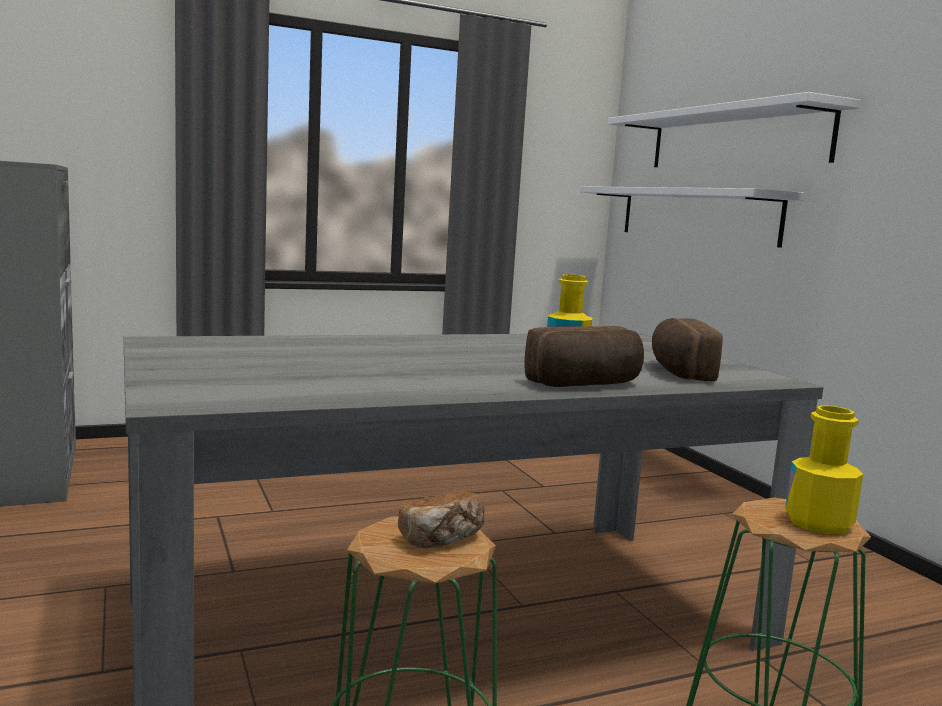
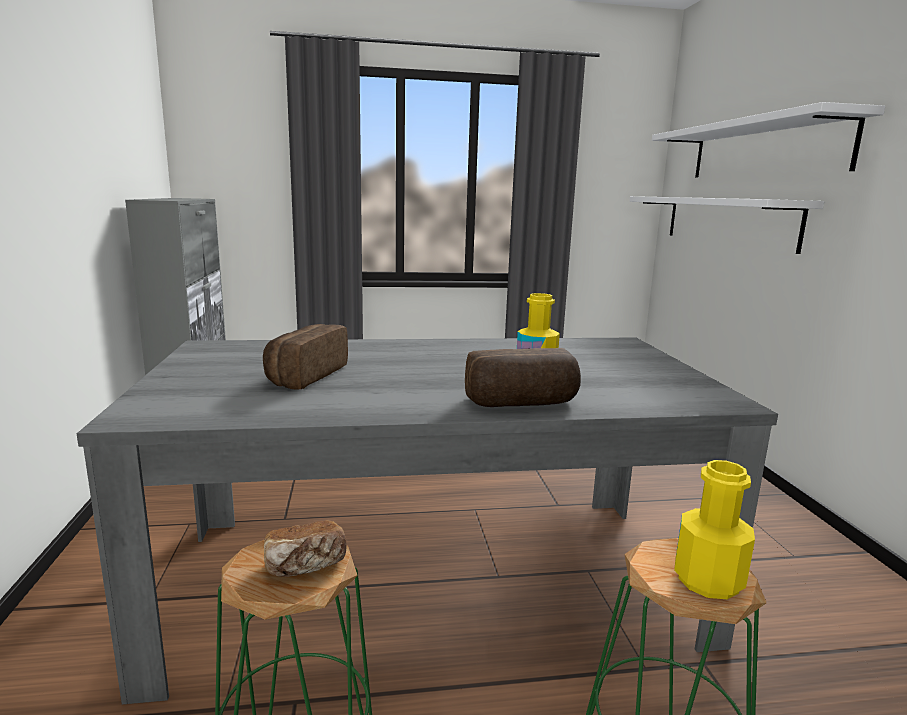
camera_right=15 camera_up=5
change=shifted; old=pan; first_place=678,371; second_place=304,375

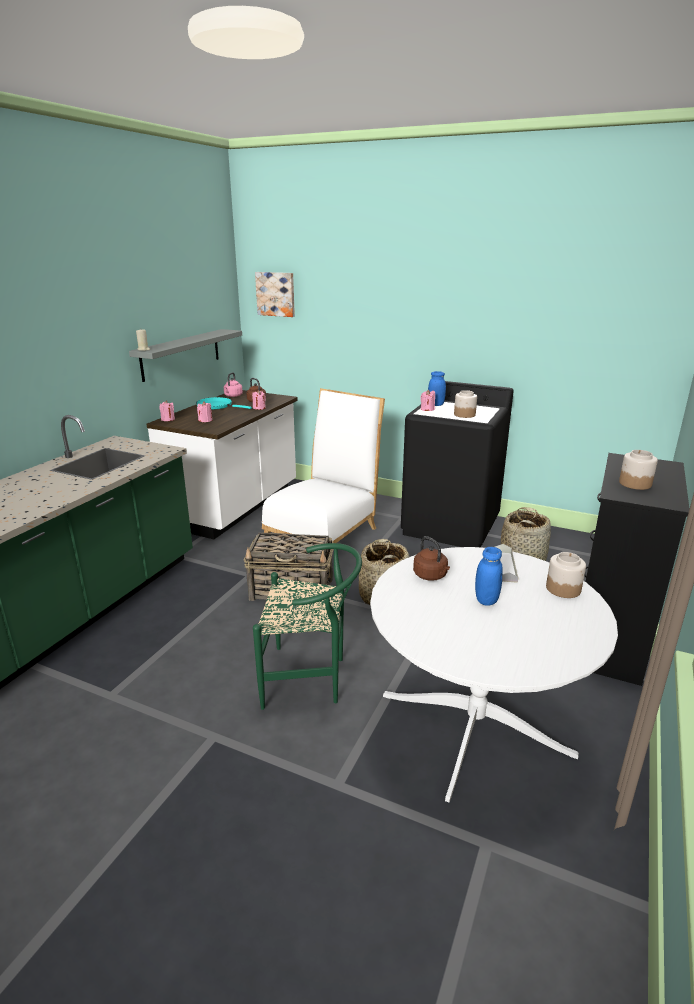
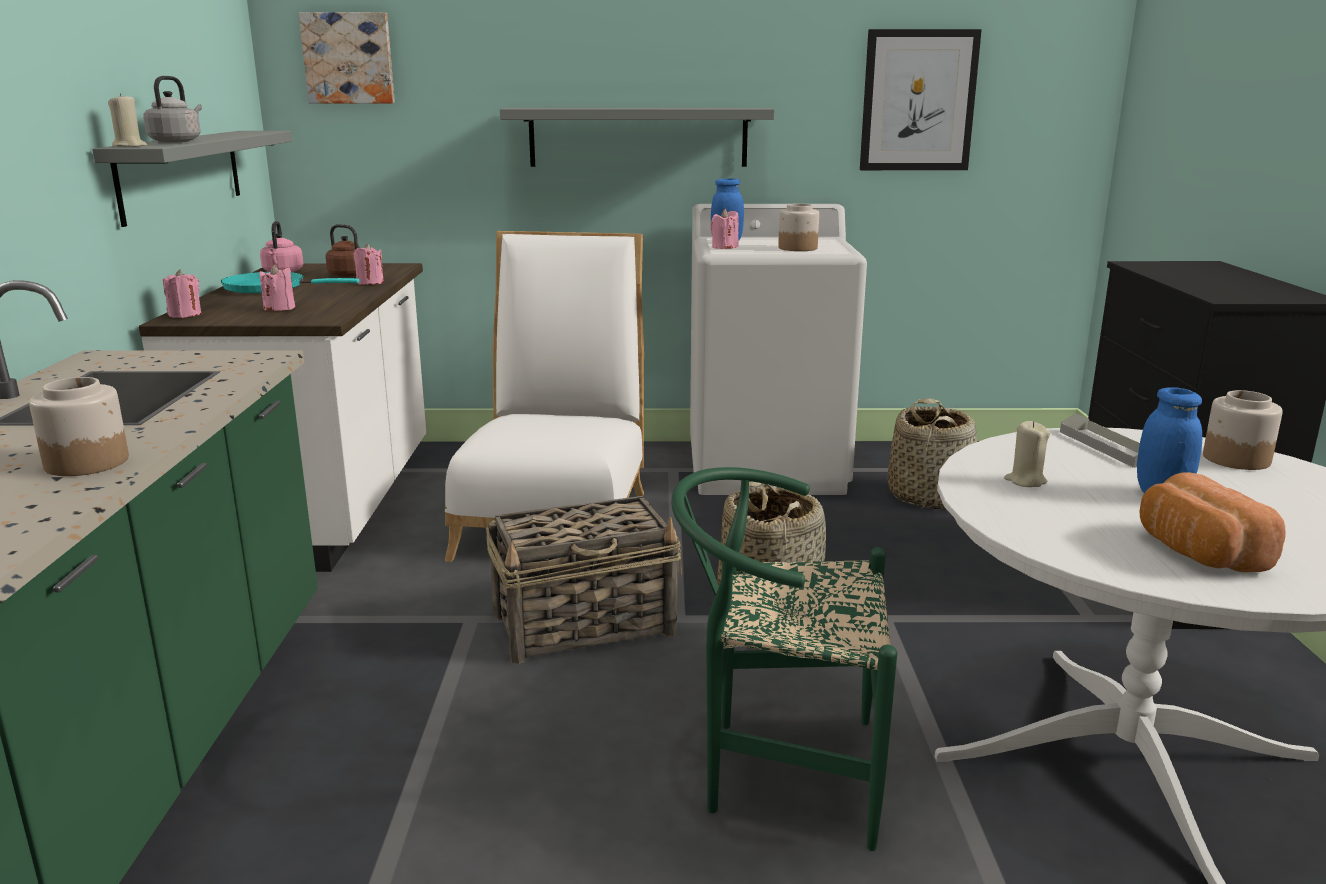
camera_right=-25 camera_up=-5
change=rotated; old=silla/verde; first_place=311,678; second_place=777,770; degrees=-150
change=repainted; old=lavadora/negro; new=lavadora/blanco; first_place=451,526; second_place=767,467
change=swapped; old=hervidor/marrón; new=vela/beis; first_place=431,576; second_place=1025,481
change=shifted; old=tarro; first_place=635,483; second_place=87,462
change=new; new=hervidor/gris; second_place=177,141
change=new; new=estante/gris; second_place=638,137
change=new; new=cuadro; second_place=918,101
change=new; new=pan; second_place=1196,552

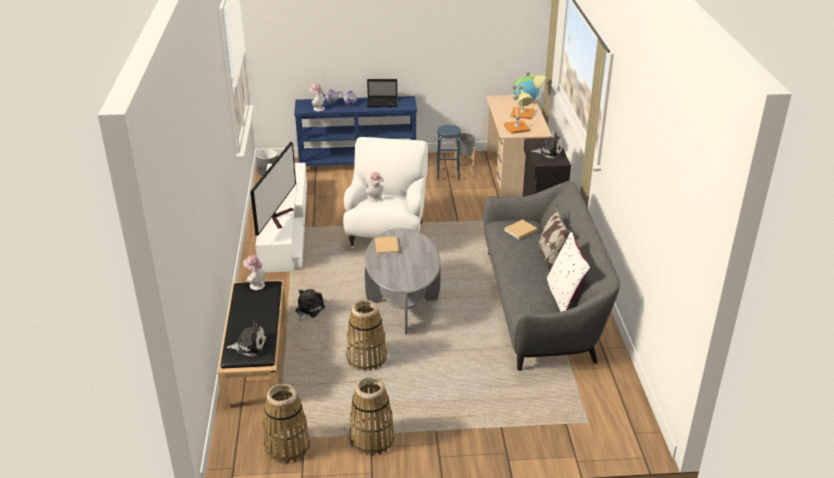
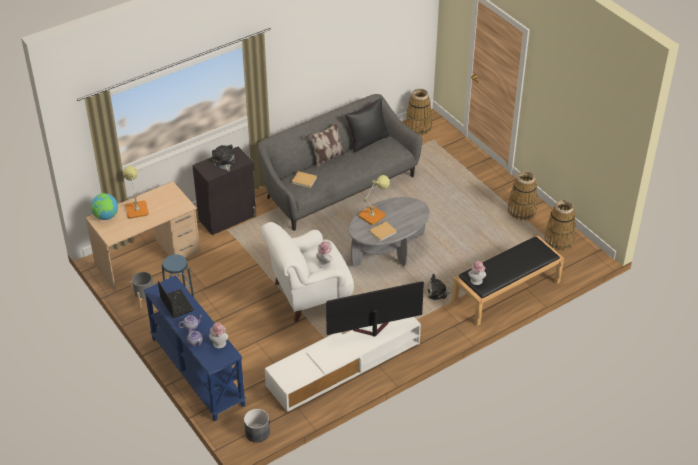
camera_right=-120 camera_up=10
change=gone; old=peluche; first_place=249,346
change=shifted; old=cesta; first_place=366,358; second_place=418,127
change=shifted; old=lámpara de mesa; first_place=518,129; second_place=374,214
change=repainted; old=cojín/blanco; new=cojín/negro; first_place=564,296; second_place=367,141

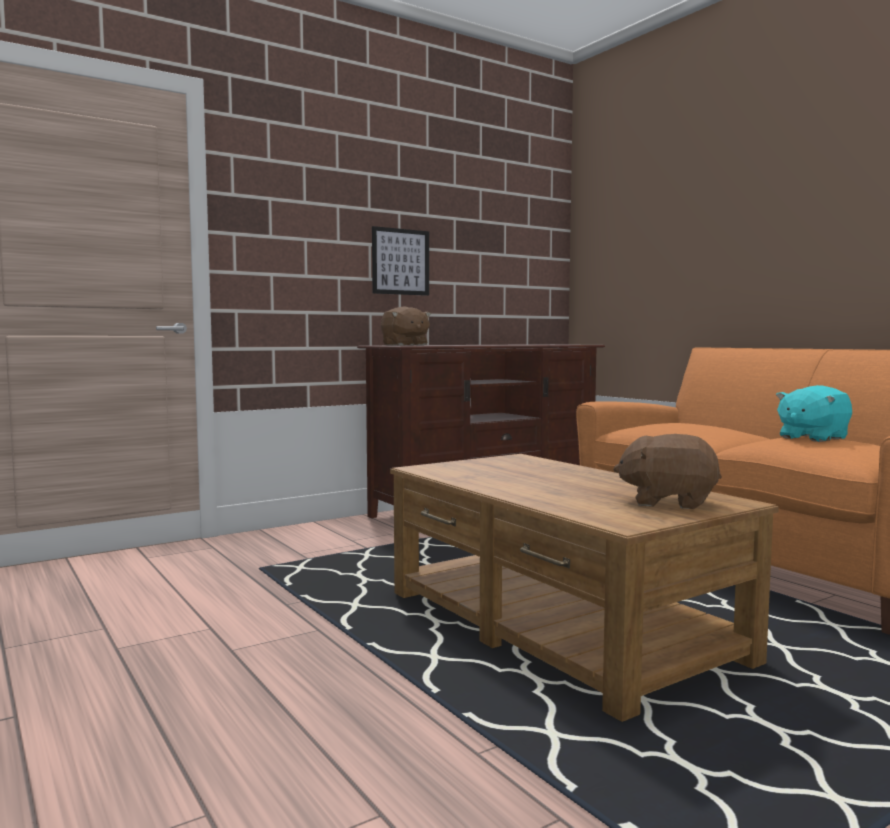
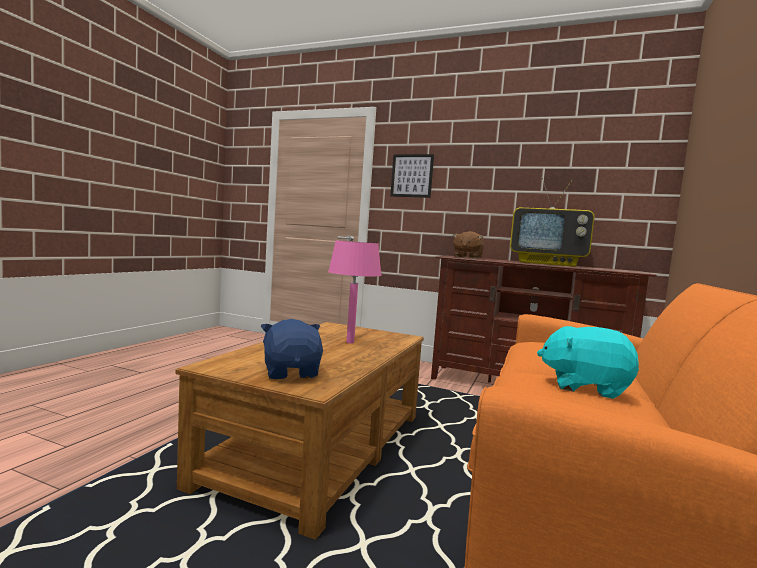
camera_right=55 camera_up=0
change=shifted; old=cuadro; first_place=400,262; second_place=412,176
change=repainted; old=peluche/marrón; new=peluche/azul; first_place=668,502; second_place=292,372
change=new; new=lámpara de mesa/rosa; second_place=350,342
change=new; new=televisor; second_place=547,264

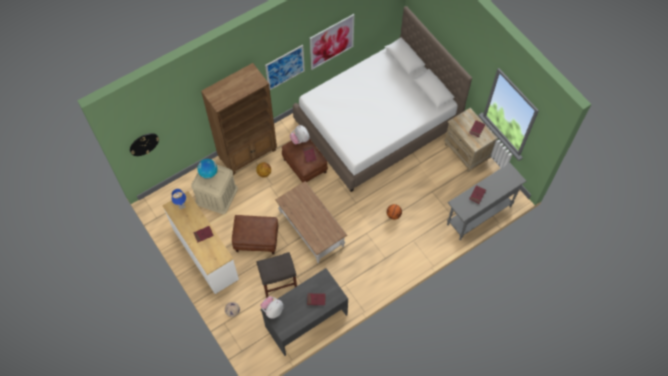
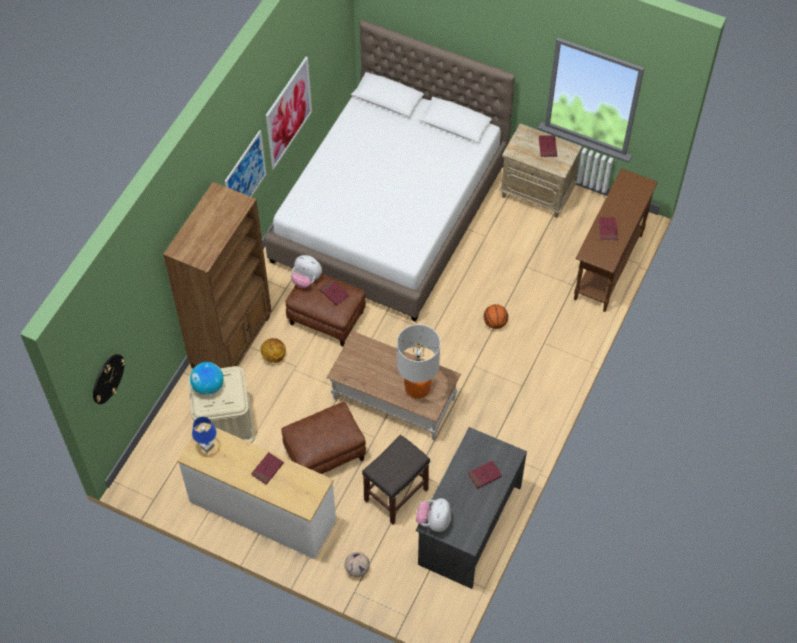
camera_right=-30 camera_up=-5
change=repainted; old=mesa consola/gris; new=mesa consola/marrón; first_place=478,215; second_place=607,267
change=new; new=lámpara de mesa; second_place=417,388

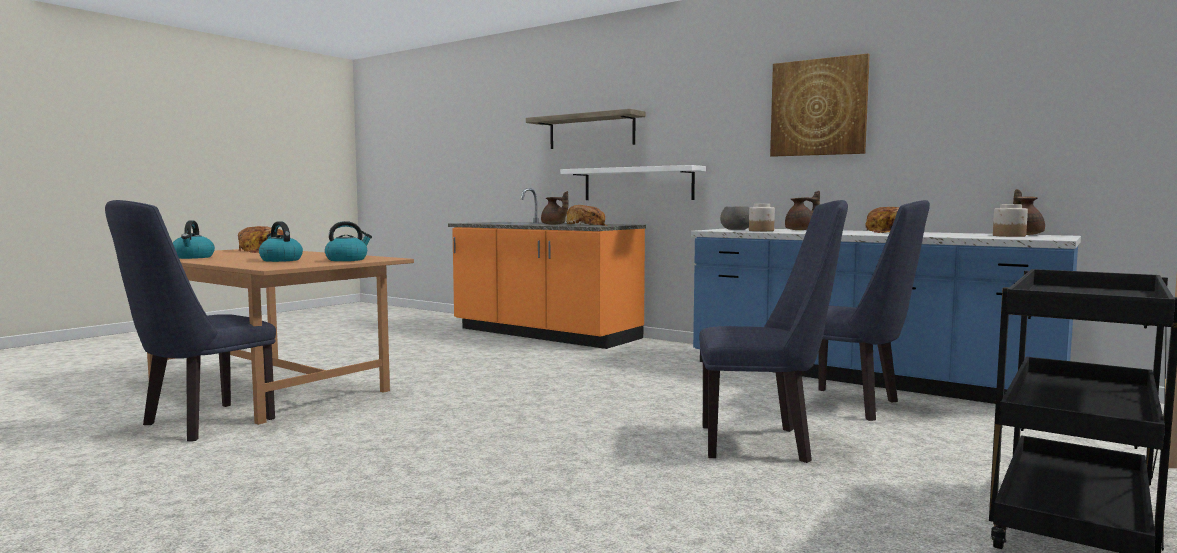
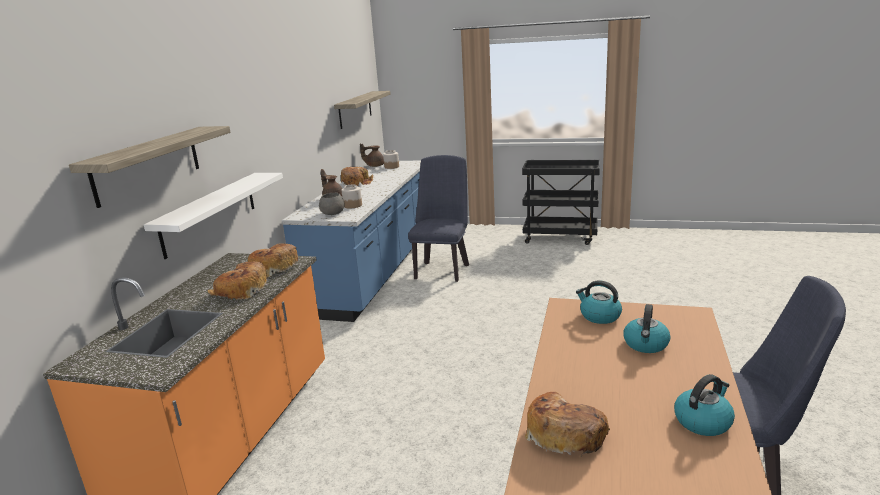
camera_right=-110 camera_up=15
change=swapped; old=tetera/marrón; new=pan; first_place=554,224; second_place=241,290
change=gone; old=silla/azul; first_place=765,443
change=gone; old=cuadro; first_place=818,107
change=new; new=estante; second_place=355,109

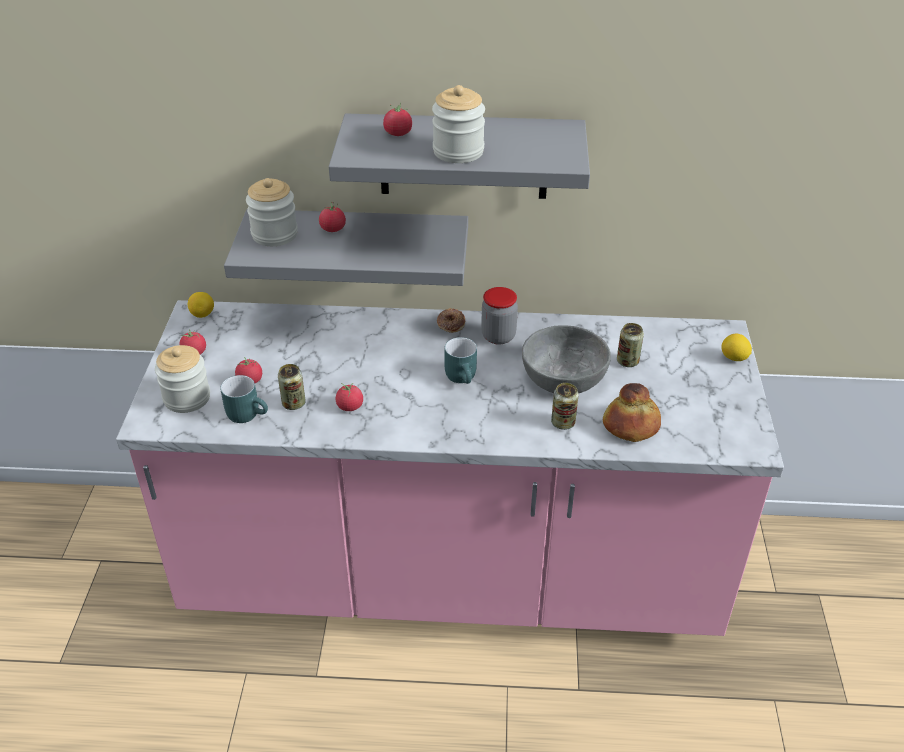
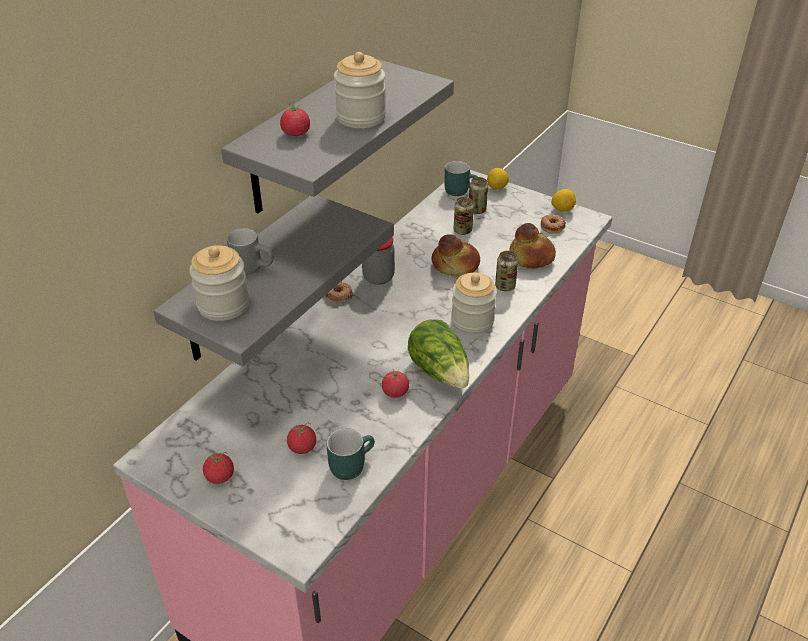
camera_right=-60 camera_up=0
change=shifted; old=tarro; first_place=187,398; second_place=472,321
change=shifted; old=limón; first_place=203,314; second_place=562,209
change=shifted; old=lata; first_place=293,403; second_place=477,210
change=swapped; old=tomate; new=taza grande/gris; first_place=333,229; second_place=254,268
change=shifted; old=taza grande/turquesa; first_place=464,377; second_place=460,190
change=swapped; old=cuenco/gris; new=pan; first_place=563,377; second_place=455,266
change=new; new=lechuga; second_place=440,371
change=new; new=rosquilla; second_place=552,226

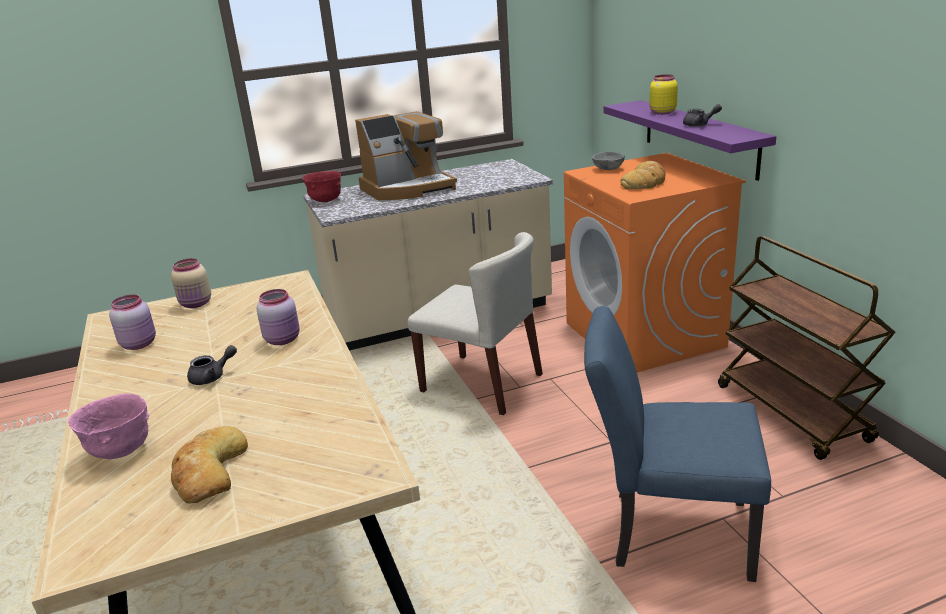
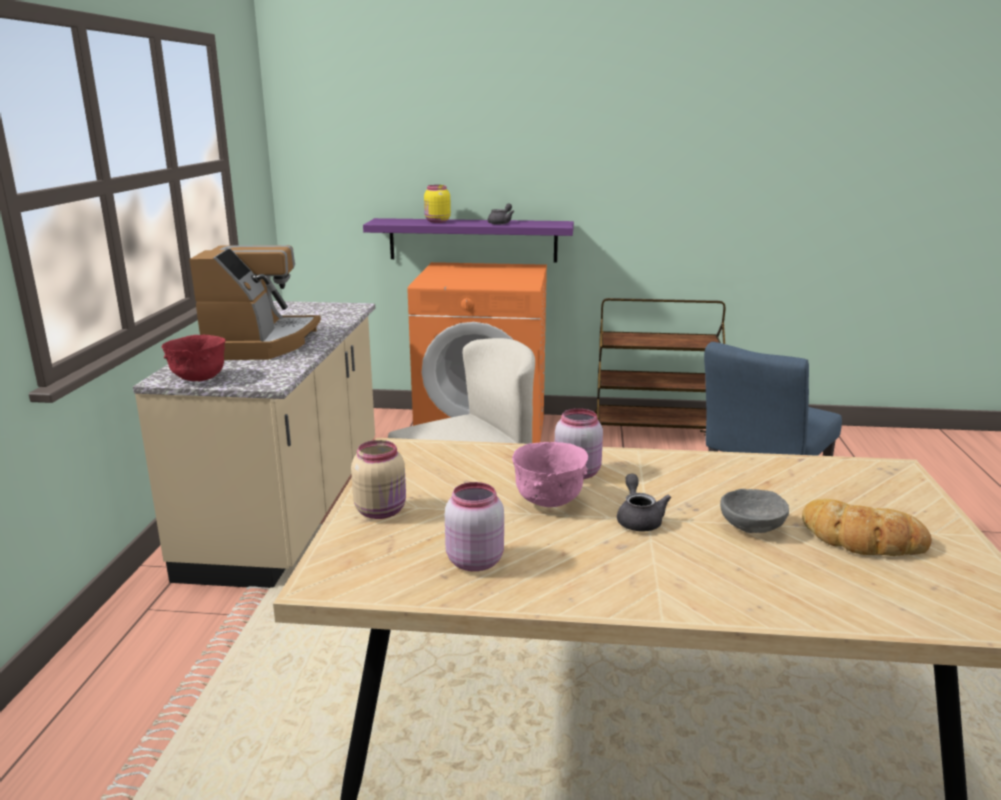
camera_right=-65 camera_up=-5
change=shifted; old=cuenco/rosa; first_place=120,451; second_place=548,502
change=shifted; old=cuenco/gris; first_place=608,169; second_place=752,527
change=gone; old=pan; first_place=645,182

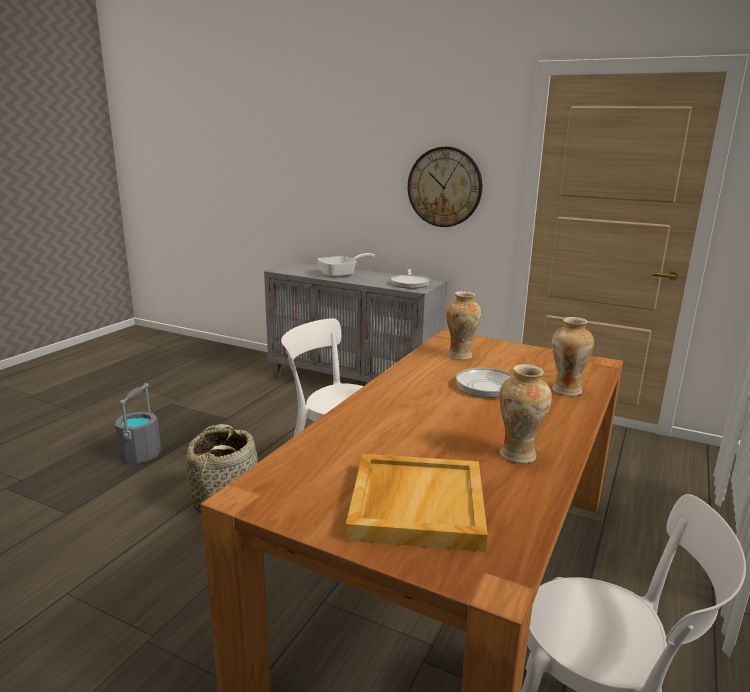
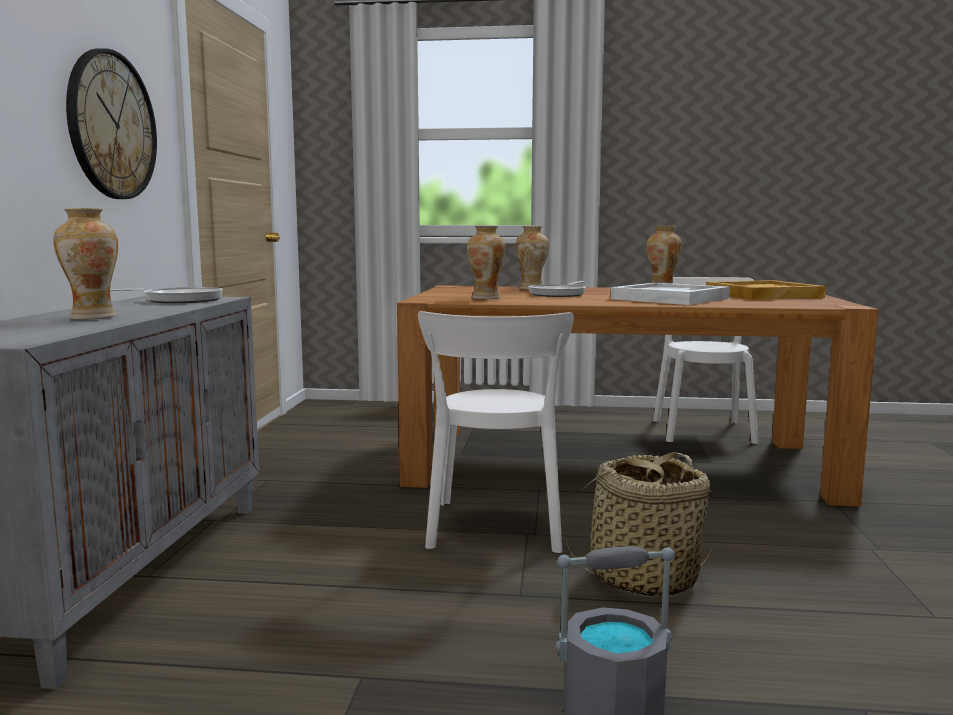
camera_right=-110 camera_up=-10
change=swapped; old=sartén; new=florero; first_place=342,274; second_place=92,317
change=new; new=bandeja/blanco; second_place=671,299

